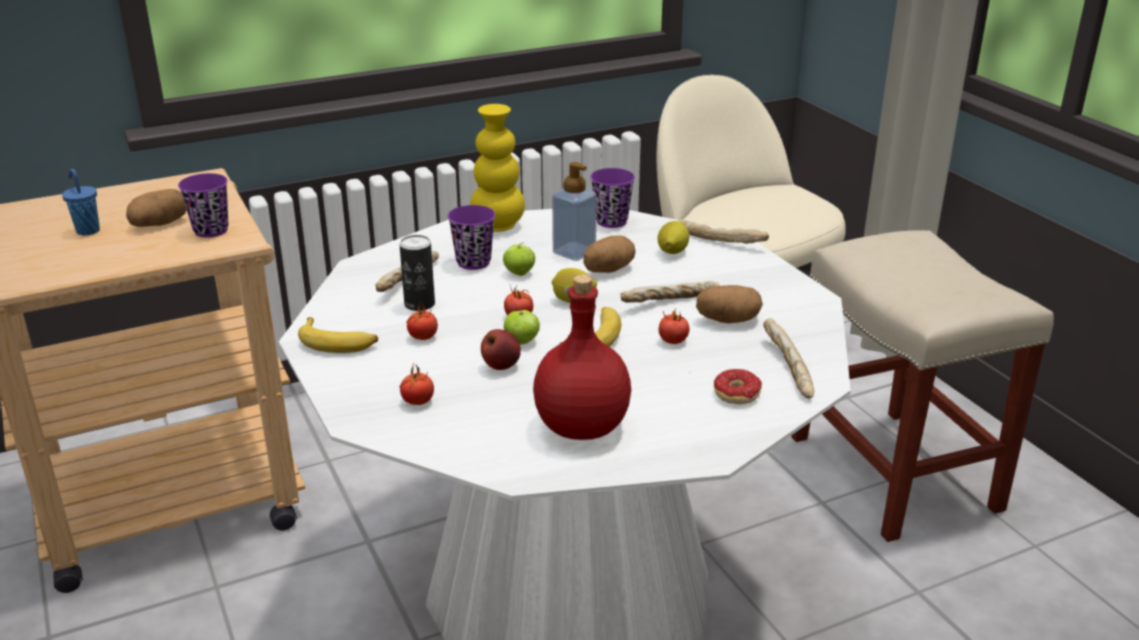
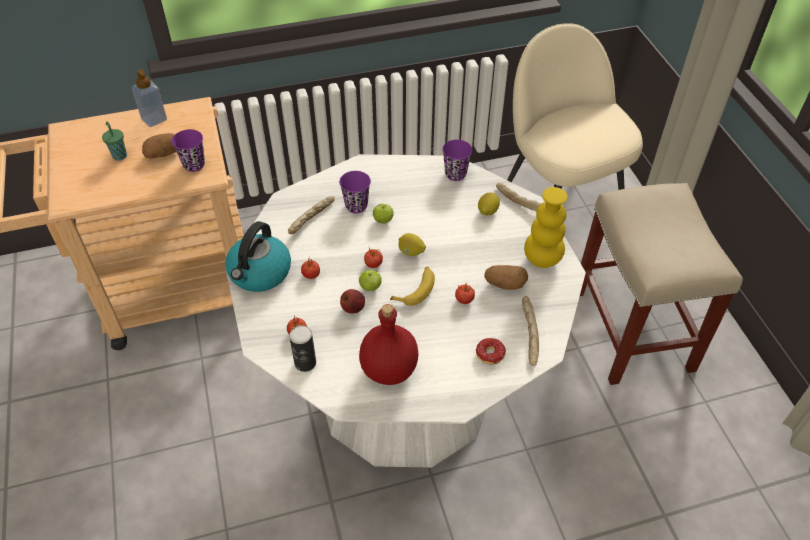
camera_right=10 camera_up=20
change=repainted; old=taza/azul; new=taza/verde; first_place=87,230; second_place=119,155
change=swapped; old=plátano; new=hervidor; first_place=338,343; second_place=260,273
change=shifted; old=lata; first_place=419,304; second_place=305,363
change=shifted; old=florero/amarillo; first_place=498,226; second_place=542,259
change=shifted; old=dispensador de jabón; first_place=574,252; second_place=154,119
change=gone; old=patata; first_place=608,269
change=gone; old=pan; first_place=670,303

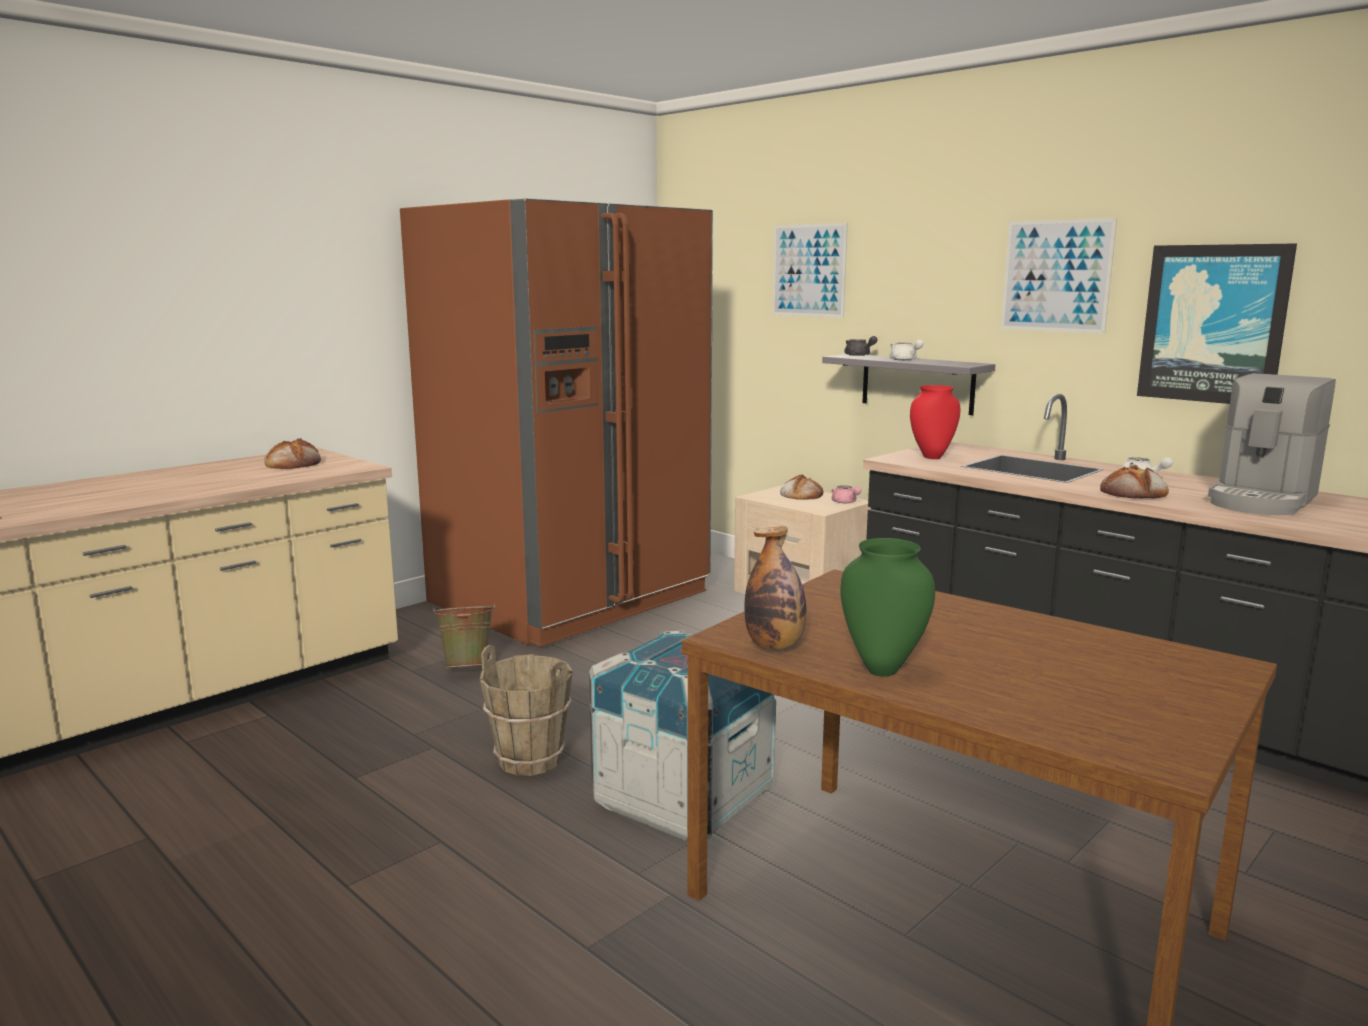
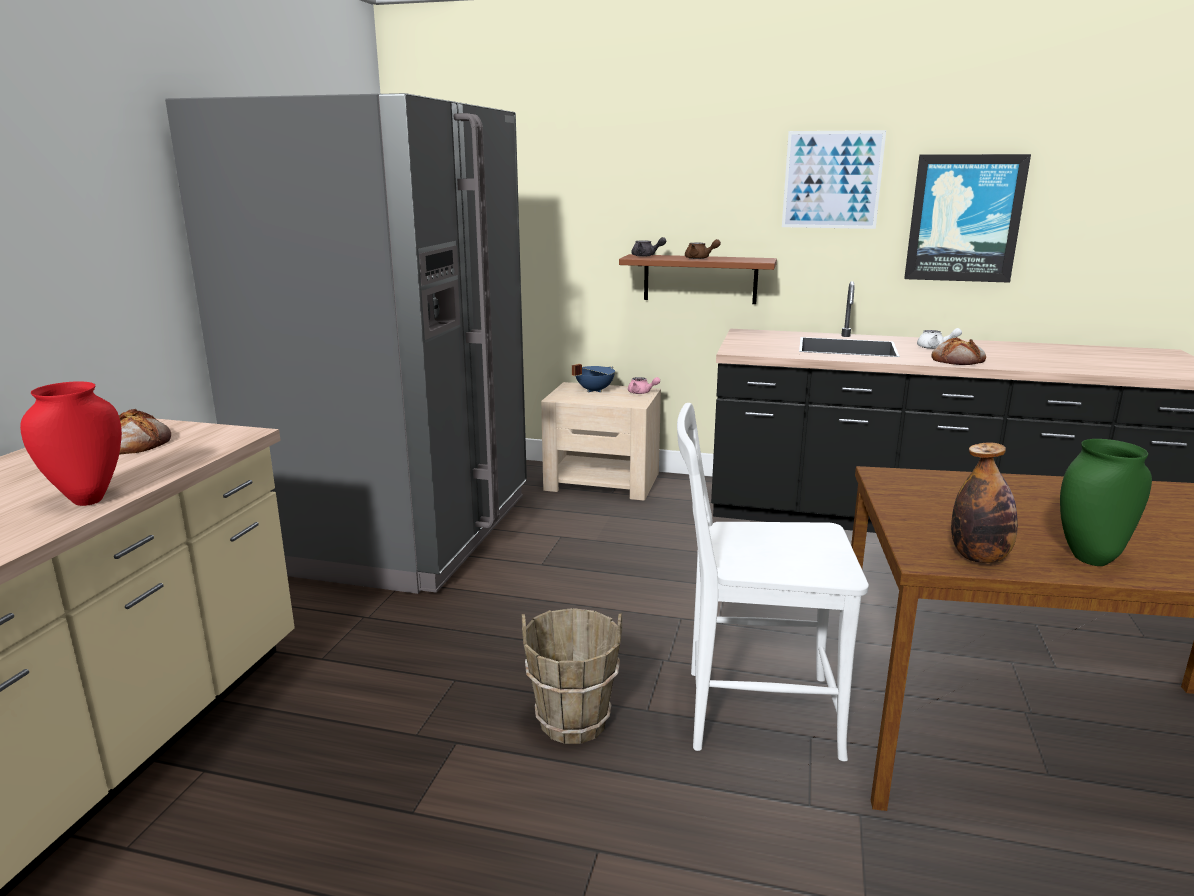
camera_right=-30 camera_up=5
change=repainted; old=nevera/marrón; new=nevera/gris; first_place=570,598; second_place=397,531
change=gone; old=cubo/verde; first_place=468,667
change=swapped; old=caja de embalaje; new=silla/blanco; first_place=683,798; second_place=751,711
change=gone; old=cuadro; first_place=808,270
change=swapped; old=pan; new=olla/azul; first_place=801,494; second_place=594,390
change=repainted; old=estante/gris; new=estante/marrón; first_place=917,383; second_place=700,279
change=repainted; old=tetera/blanco; new=tetera/marrón; first_place=905,360; second_place=700,258
change=shifted; old=florero/rojo; first_place=932,457; second_place=88,500
change=gone; old=cafetera; first_place=1262,500

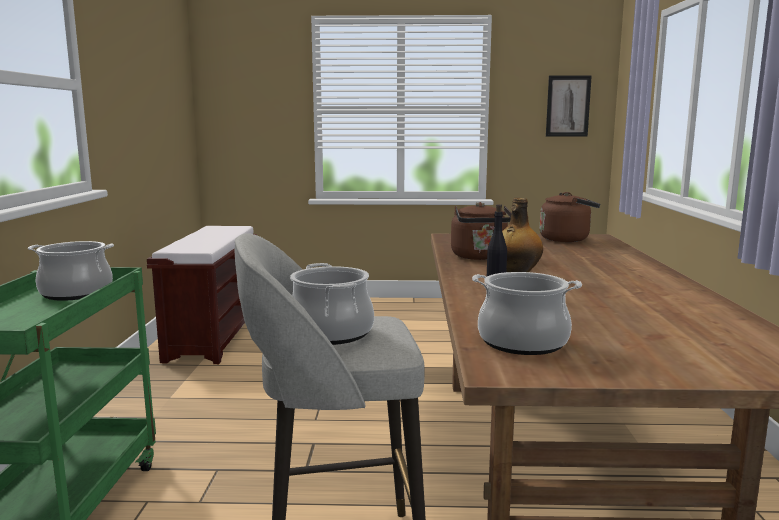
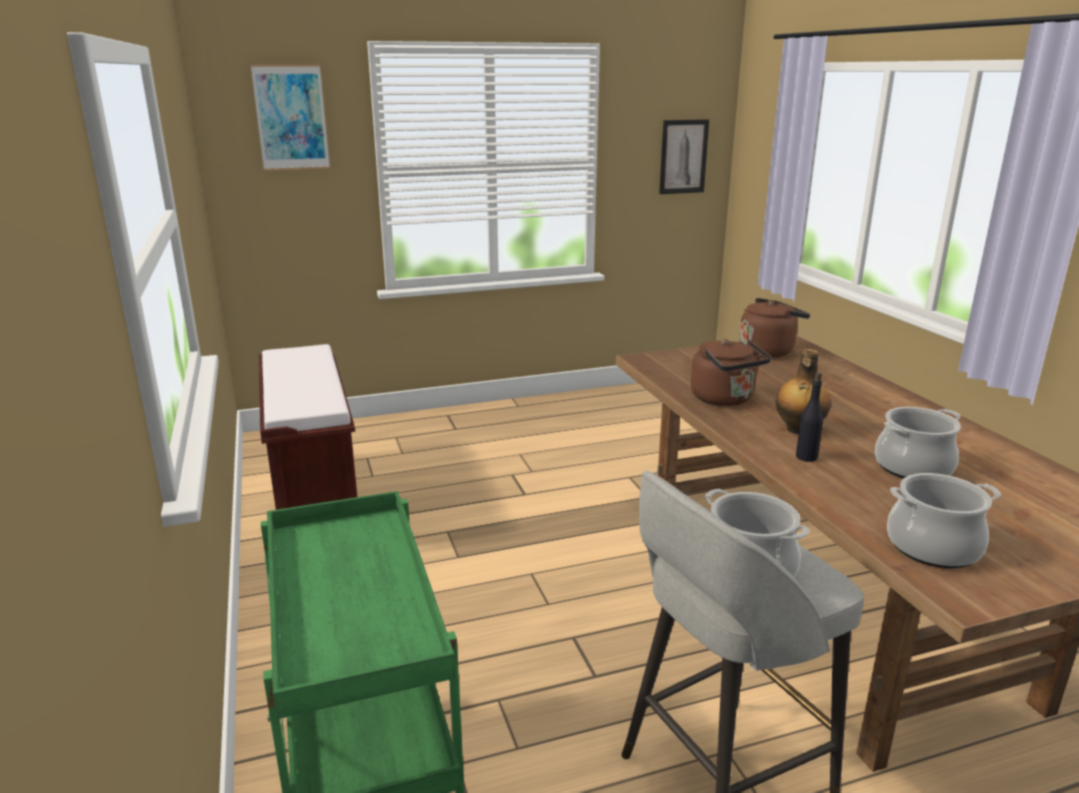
camera_right=-20 camera_up=10
change=shifted; old=olla; first_place=76,293; second_place=912,467
change=new; new=cuadro; second_place=291,118

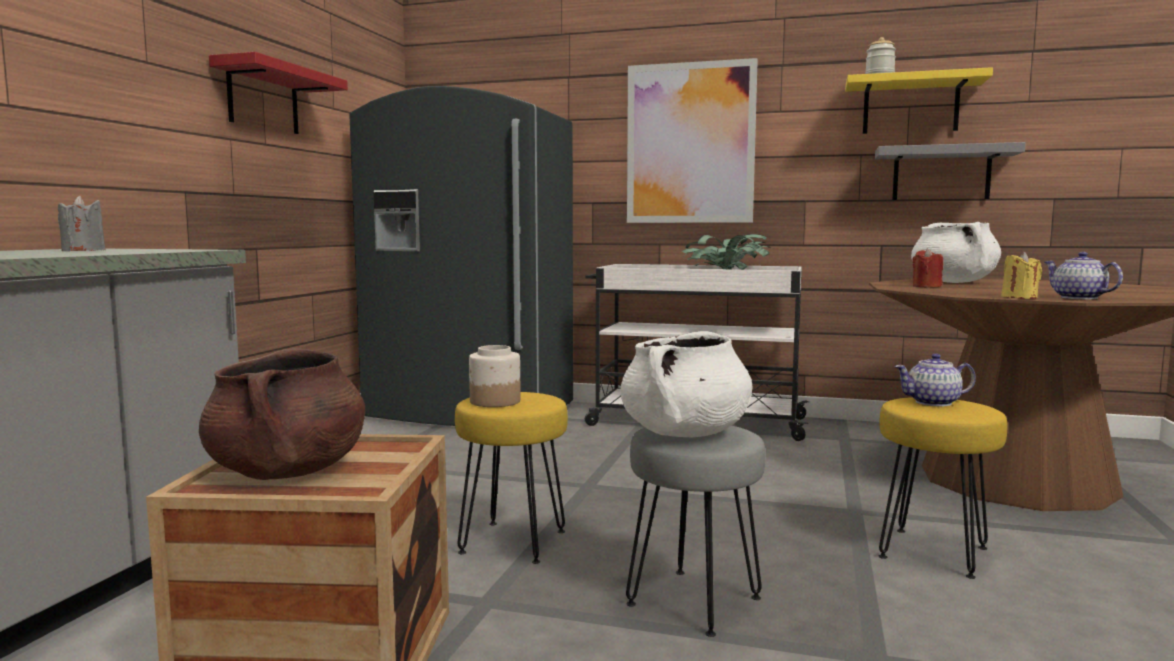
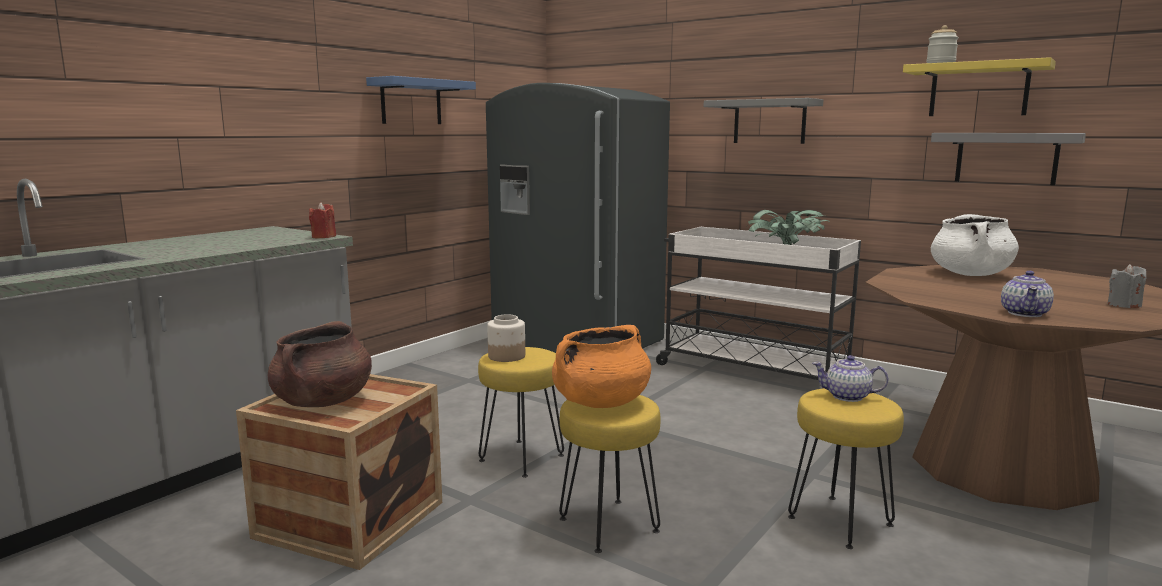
camera_right=20 camera_up=5
change=shifted; old=vela/gris; first_place=83,251; second_place=1124,305
change=repainted; old=estante/rojo; new=estante/azul; first_place=263,99; second_place=411,102
change=repainted; old=olla/blanco; new=olla/naranja; first_place=684,433; second_place=600,402
change=repainted; old=taburete/gris; new=taburete/amarillo; first_place=695,601; second_place=610,525
change=swapped; old=cuadro; new=estante/gris; first_place=690,143; second_place=769,122
change=shifted; old=vela/rojo; first_place=926,286; second_place=324,237
change=gone; old=vela/amarillo; first_place=1019,297
change=rotated; old=tetera; first_place=1079,298; second_place=1025,313; degrees=-150

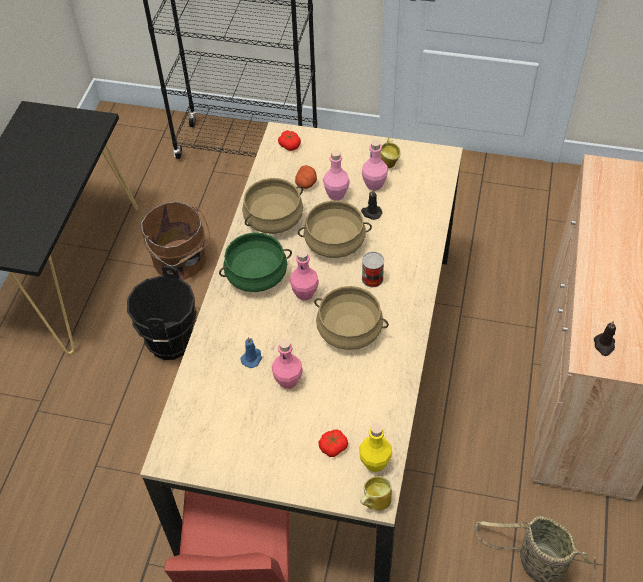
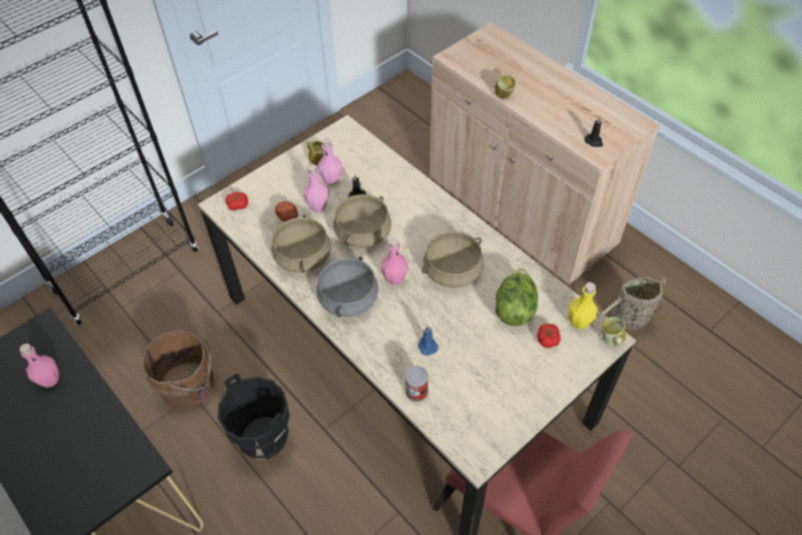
camera_right=-55 camera_up=0
change=repainted; old=olla/verde; new=olla/gris; first_place=256,275; second_place=349,299
change=shifted; old=botella/rosa; first_place=288,381; second_place=50,380
change=shifted; old=lata; first_place=372,278; second_place=416,391
change=new; new=taza grande; second_place=505,94
change=new; new=lechuga; second_place=514,308

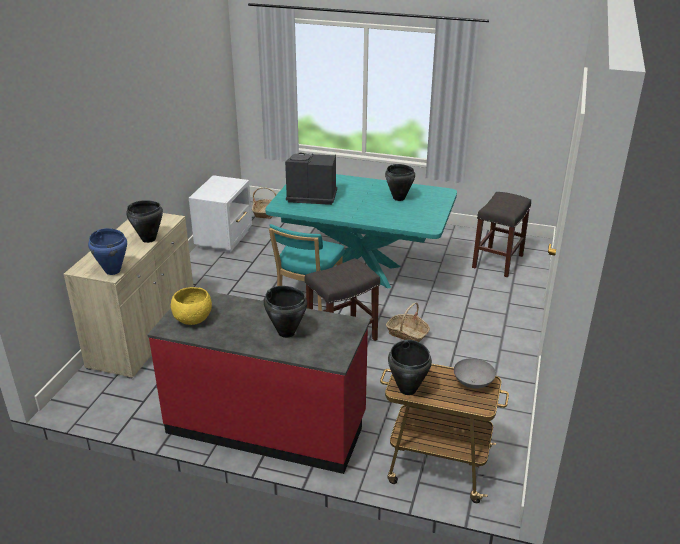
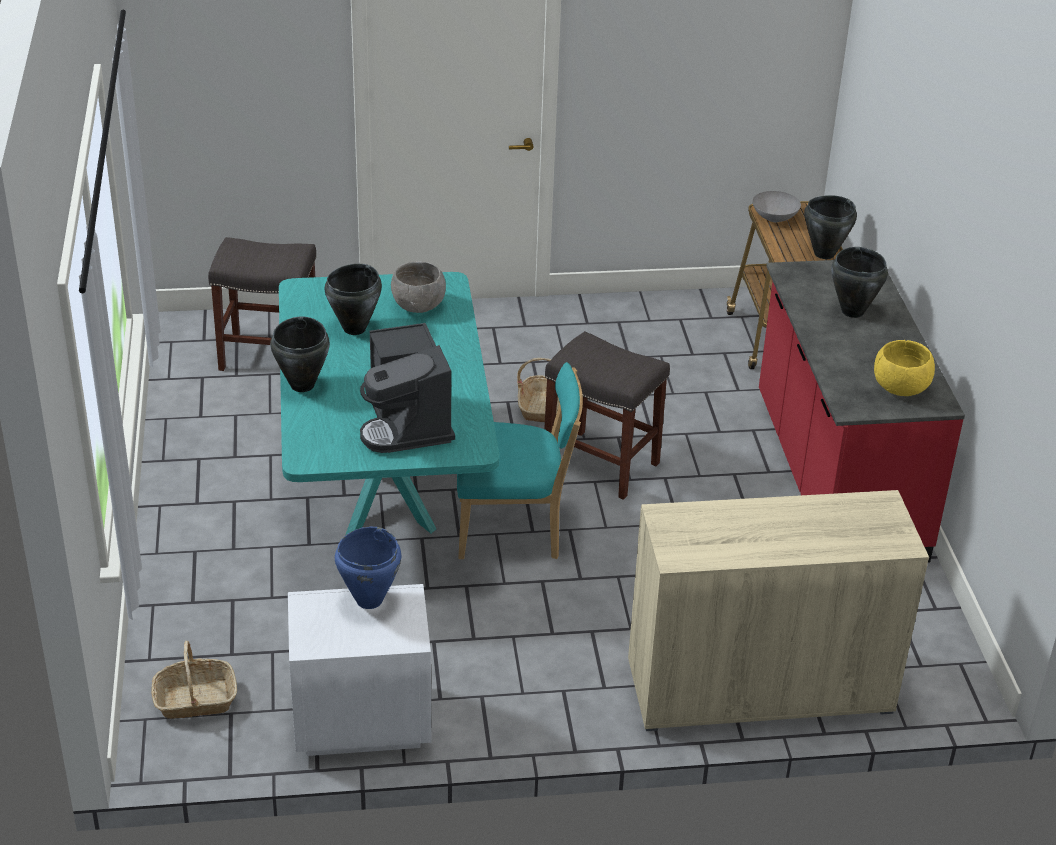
camera_right=-115 camera_up=5
change=shifted; old=olla/azul; first_place=113,271; second_place=368,600
change=shifted; old=olla/negro; first_place=149,239; second_place=303,385
change=new; new=cuenco/gris; second_place=417,306

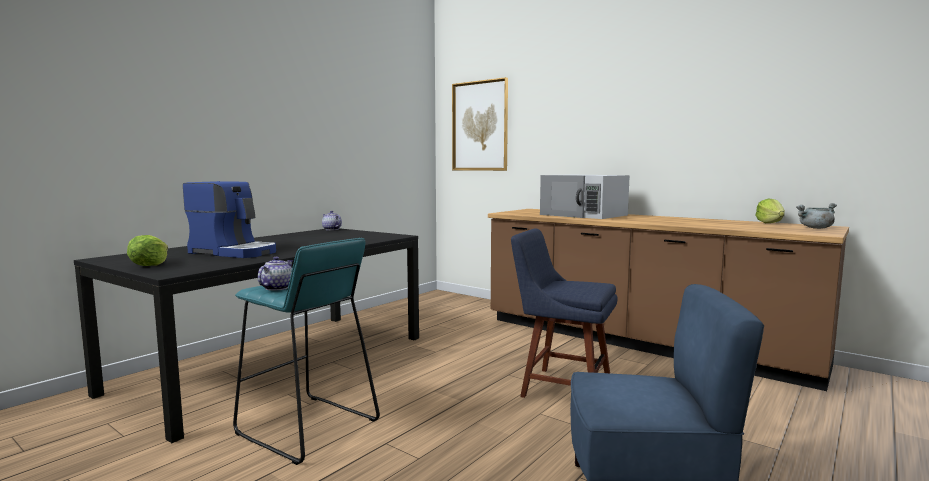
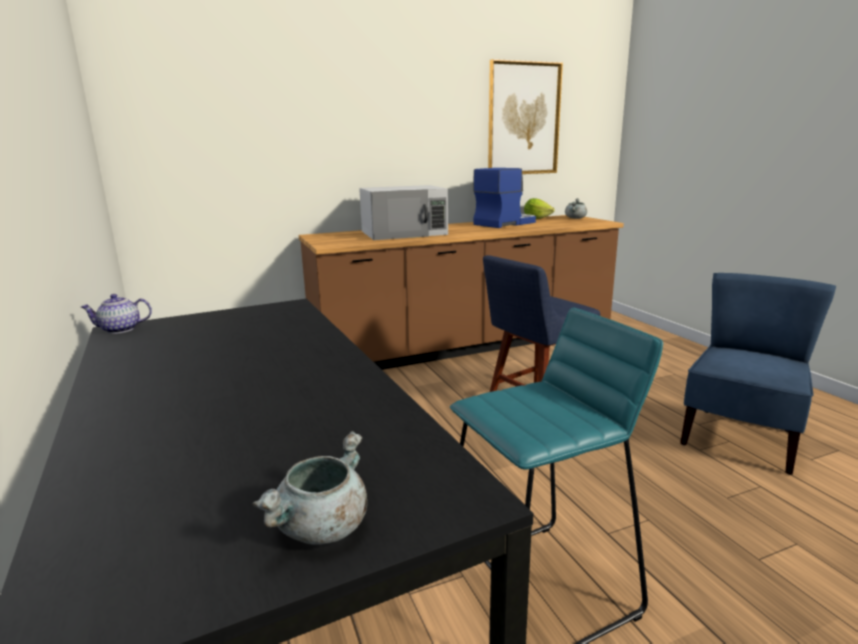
camera_right=-60 camera_up=10
change=swapped; old=lechuga; new=olla/gris; first_place=149,265; second_place=322,529
change=shifted; old=cafetera; first_place=234,252; second_place=504,223
change=gone; old=tetera; first_place=276,288
change=shifted; old=cuadro; first_place=480,126; second_place=523,119

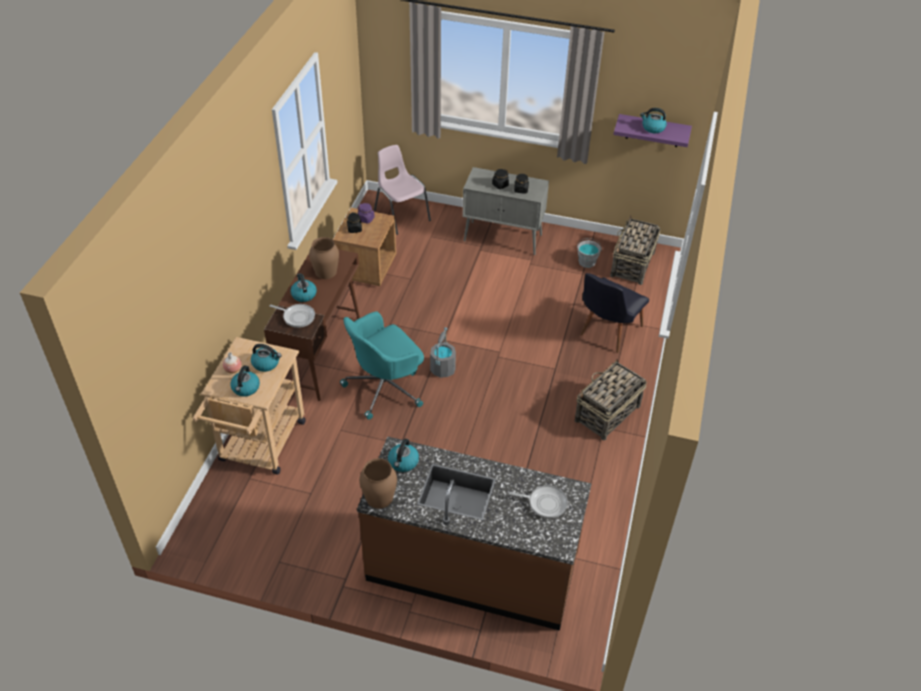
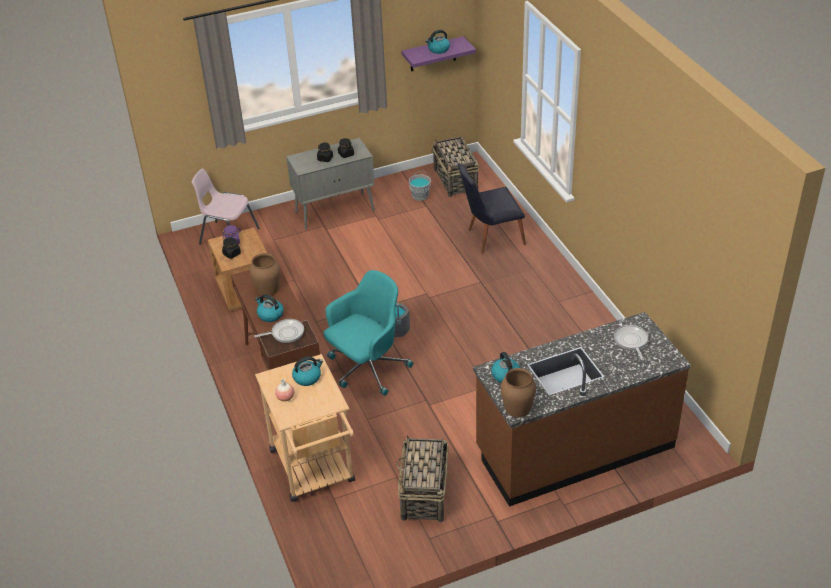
camera_right=-35 camera_up=-5
change=gone; old=hervidor; first_place=245,388
change=rotated; old=silla de oficina/turquesa; first_place=385,388; second_place=367,368; degrees=-150
change=rotated; old=sartén; first_place=545,503; second_place=631,341; degrees=-75
change=shifted; old=cesta; first_place=606,414; second_place=424,494
change=rotated; old=silla/negro; first_place=606,333; second_place=490,237; degrees=75

